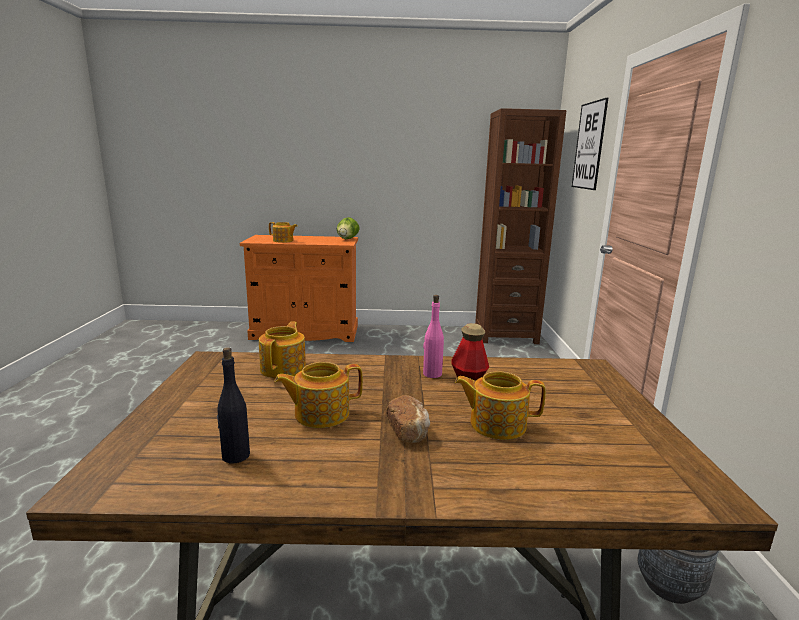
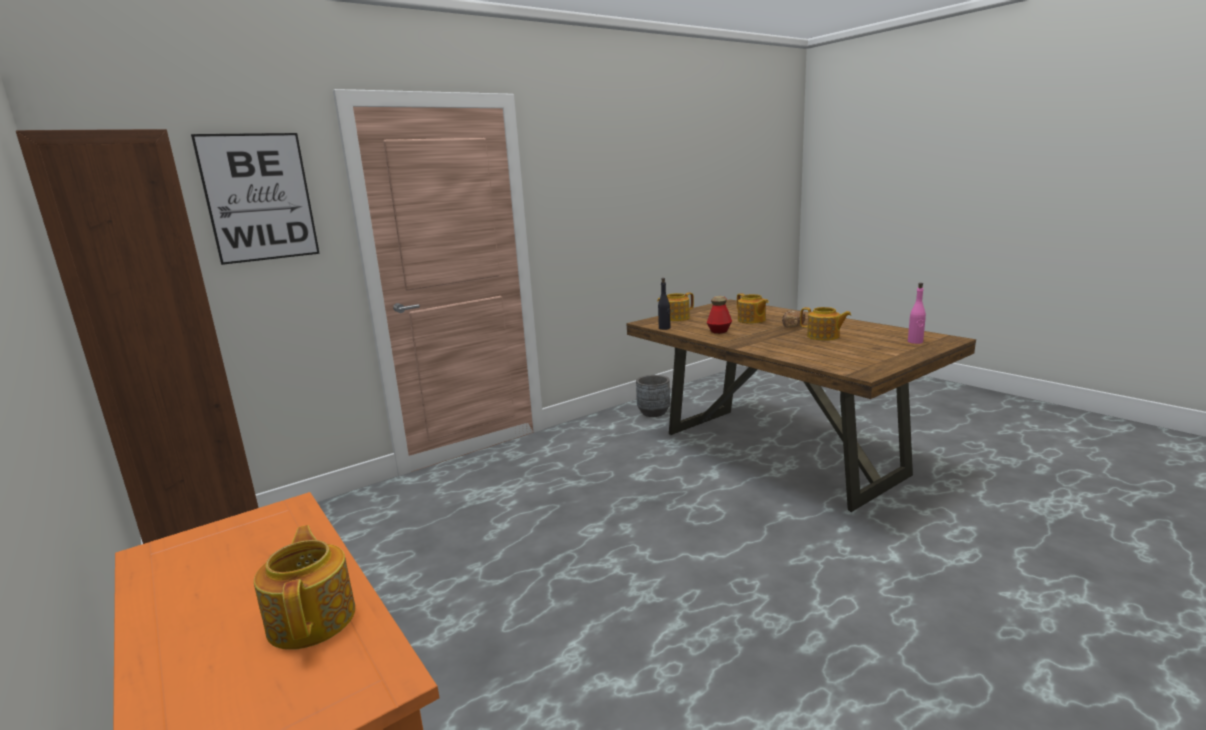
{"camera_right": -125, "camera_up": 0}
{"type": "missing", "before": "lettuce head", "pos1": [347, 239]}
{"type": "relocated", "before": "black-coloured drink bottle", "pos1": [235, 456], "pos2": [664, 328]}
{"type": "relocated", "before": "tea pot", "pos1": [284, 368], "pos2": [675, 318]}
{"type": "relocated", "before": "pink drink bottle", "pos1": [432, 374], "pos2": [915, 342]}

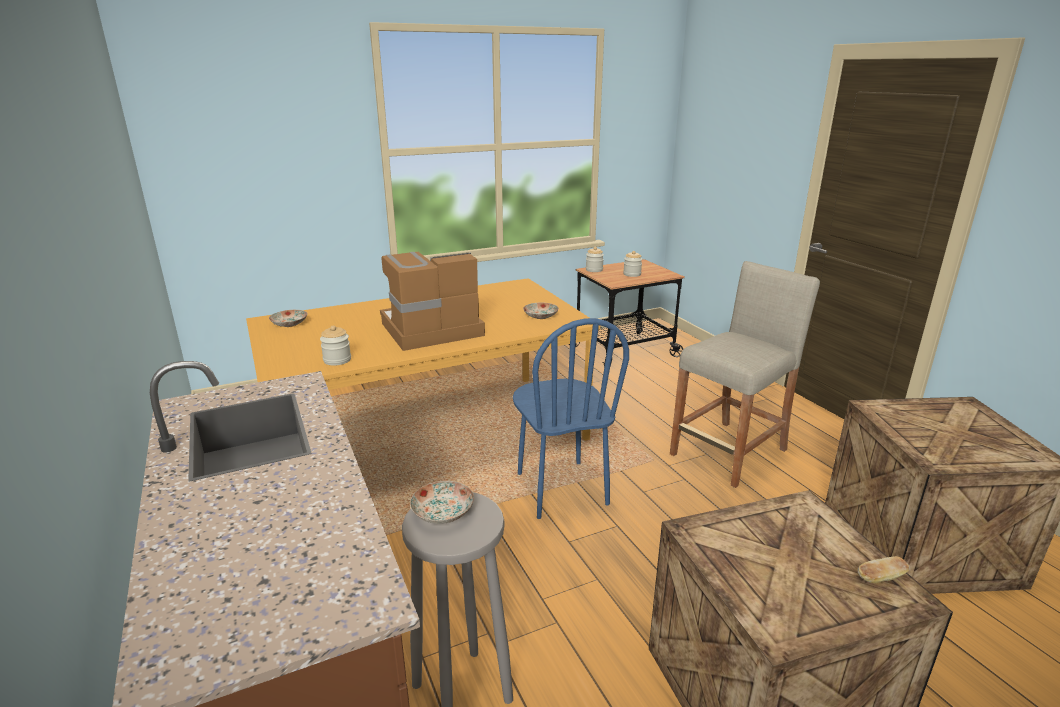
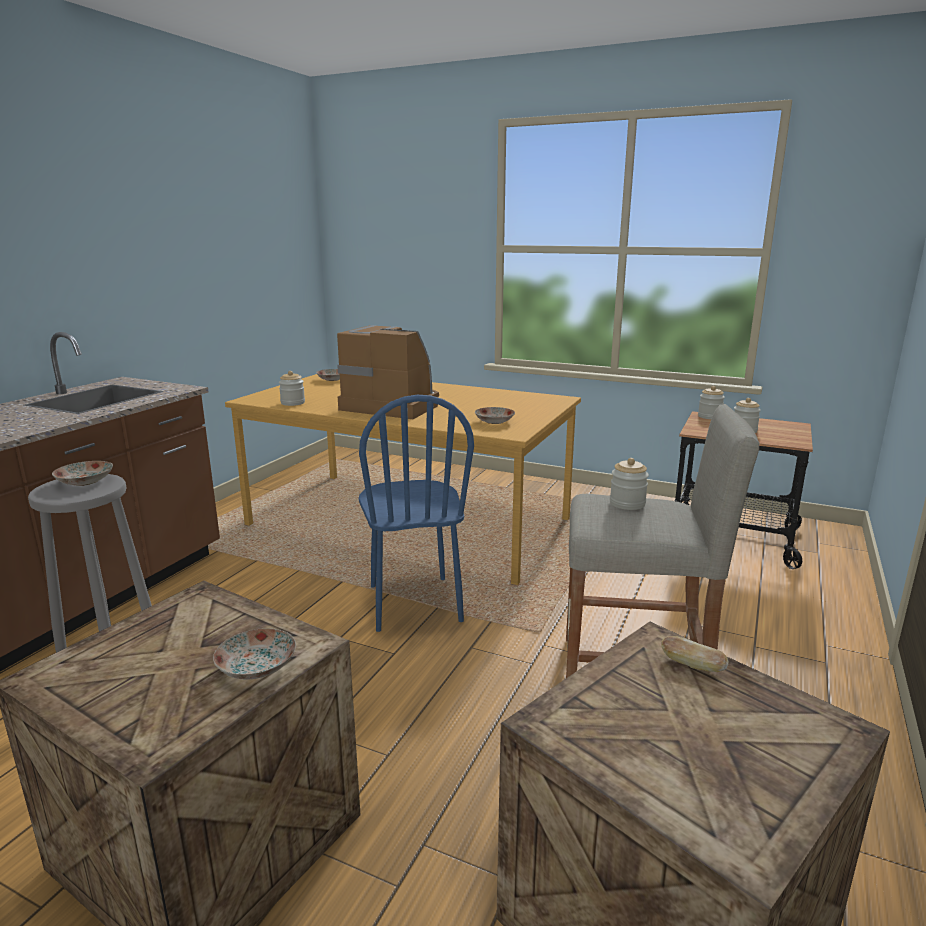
{"camera_right": 50, "camera_up": -5}
{"type": "appeared", "after": "dinner plate", "pos2": [256, 667]}
{"type": "appeared", "after": "preserve jar", "pos2": [627, 503]}
{"type": "relocated", "before": "bread", "pos1": [880, 578], "pos2": [692, 665]}
{"type": "spun", "before": "blue plain chair", "pos1": [561, 489], "pos2": [414, 604], "turn": -45}

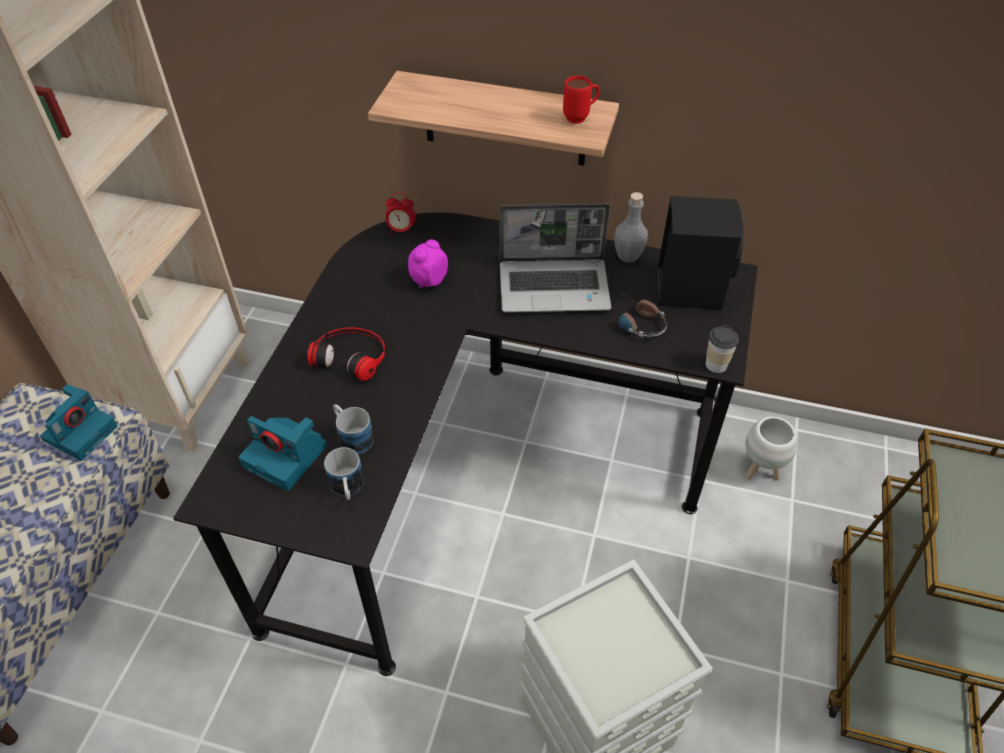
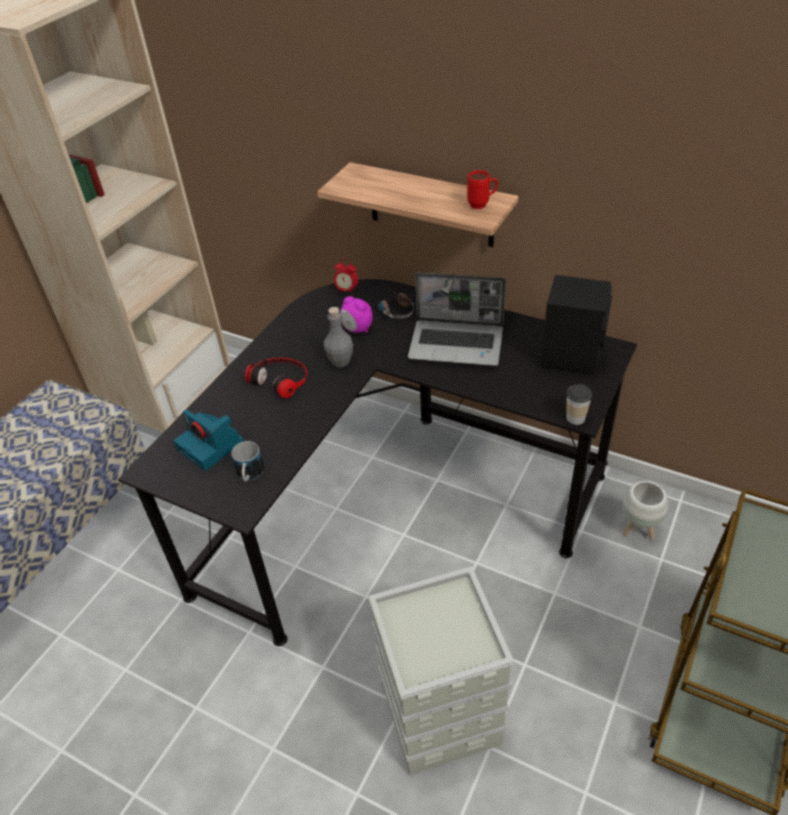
{"camera_right": 15, "camera_up": -5}
{"type": "missing", "before": "still camera", "pos1": [81, 431]}
{"type": "missing", "before": "coffee mug", "pos1": [352, 436]}
{"type": "relocated", "before": "grey drink bottle", "pos1": [628, 255], "pos2": [340, 361]}
{"type": "relocated", "before": "headset", "pos1": [636, 322], "pos2": [394, 309]}
{"type": "spun", "before": "alarm clock", "pos1": [428, 280], "pos2": [357, 329], "turn": -105}

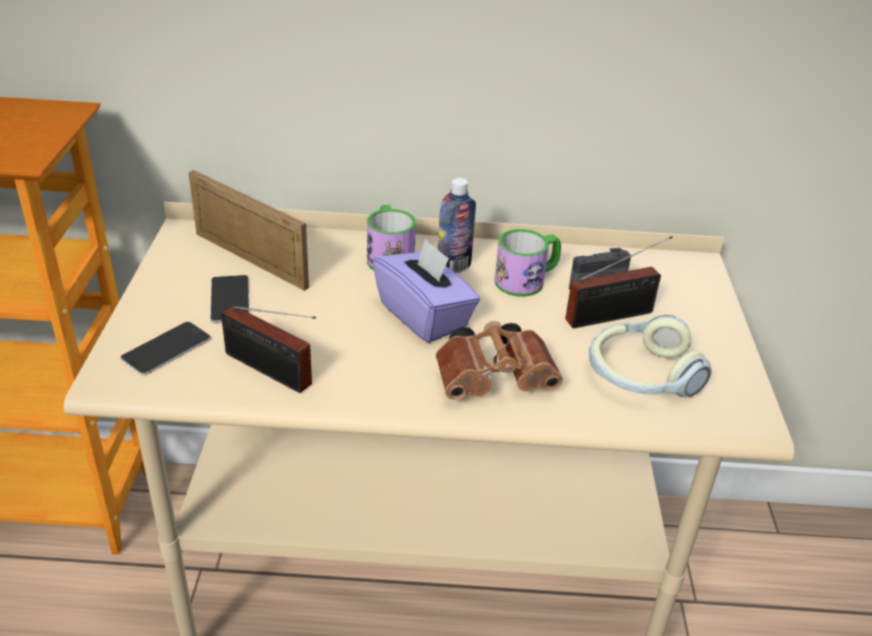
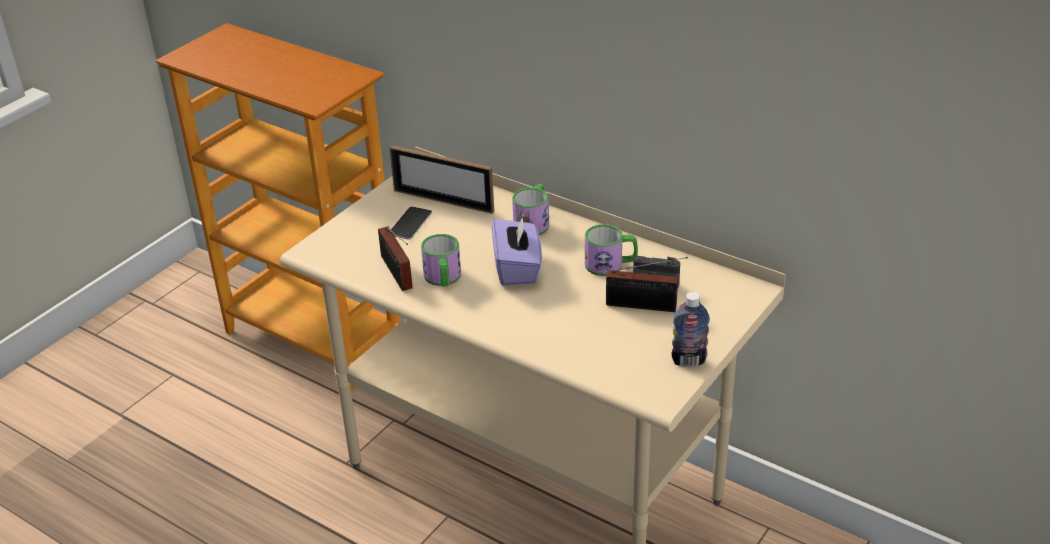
{"camera_right": 35, "camera_up": 0}
{"type": "missing", "before": "phone", "pos1": [166, 348]}
{"type": "missing", "before": "brown binoculars", "pos1": [497, 380]}
{"type": "missing", "before": "headset", "pos1": [641, 375]}
{"type": "appeared", "after": "coffee mug", "pos2": [443, 279]}
{"type": "relocated", "before": "drink bottle", "pos1": [453, 267], "pos2": [688, 361]}
{"type": "spun", "before": "standing frame", "pos1": [250, 260], "pos2": [443, 201], "turn": 135}

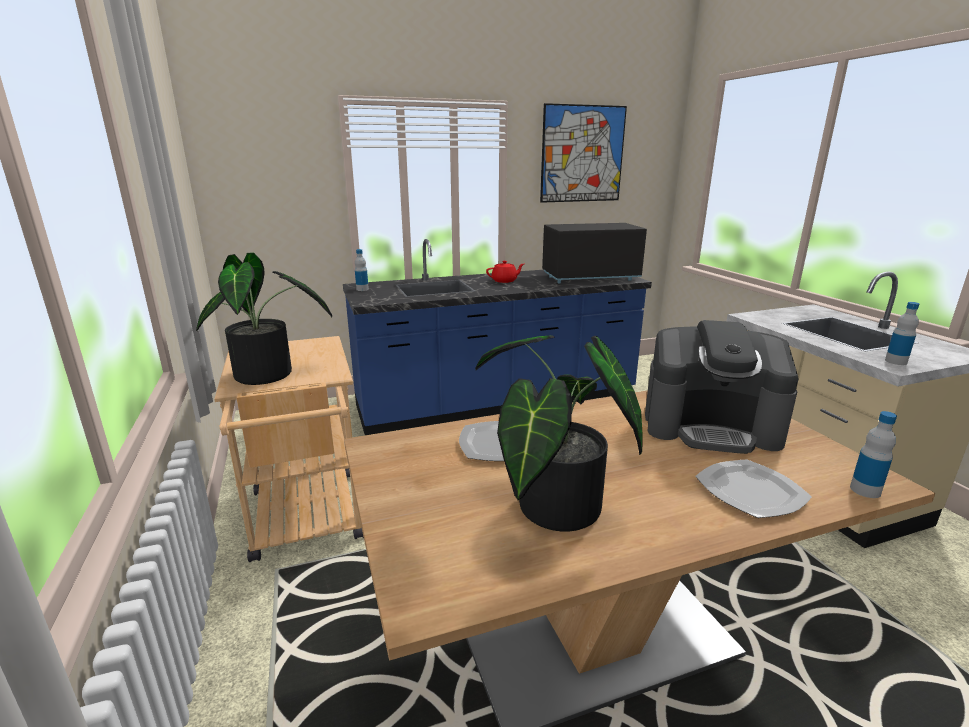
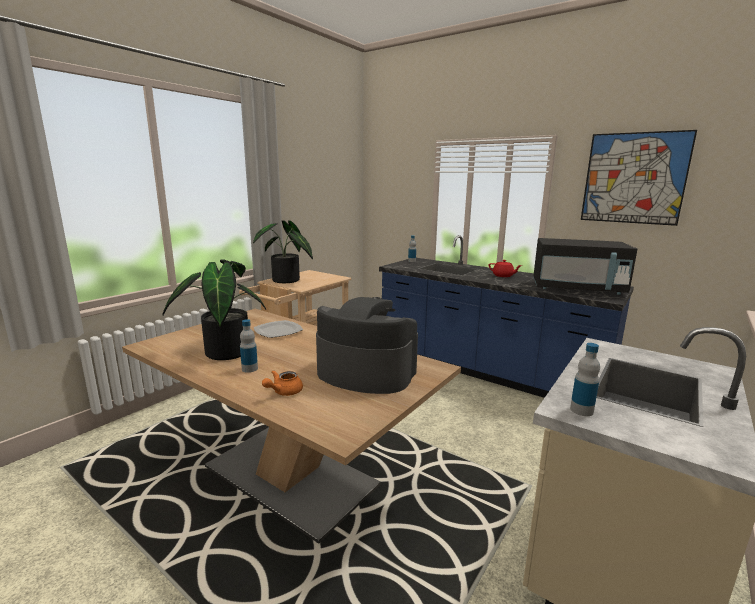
{"camera_right": 55, "camera_up": -5}
{"type": "relocated", "before": "drink bottle", "pos1": [865, 490], "pos2": [249, 369]}
{"type": "exchanged", "before": "dinner plate", "after": "orange-coloured tea pot", "pos1": [752, 491], "pos2": [283, 392]}
{"type": "spun", "before": "black-coloured microwave oven", "pos1": [589, 277], "pos2": [577, 289], "turn": 150}
{"type": "spun", "before": "coffee brewer", "pos1": [710, 426], "pos2": [365, 373], "turn": 135}

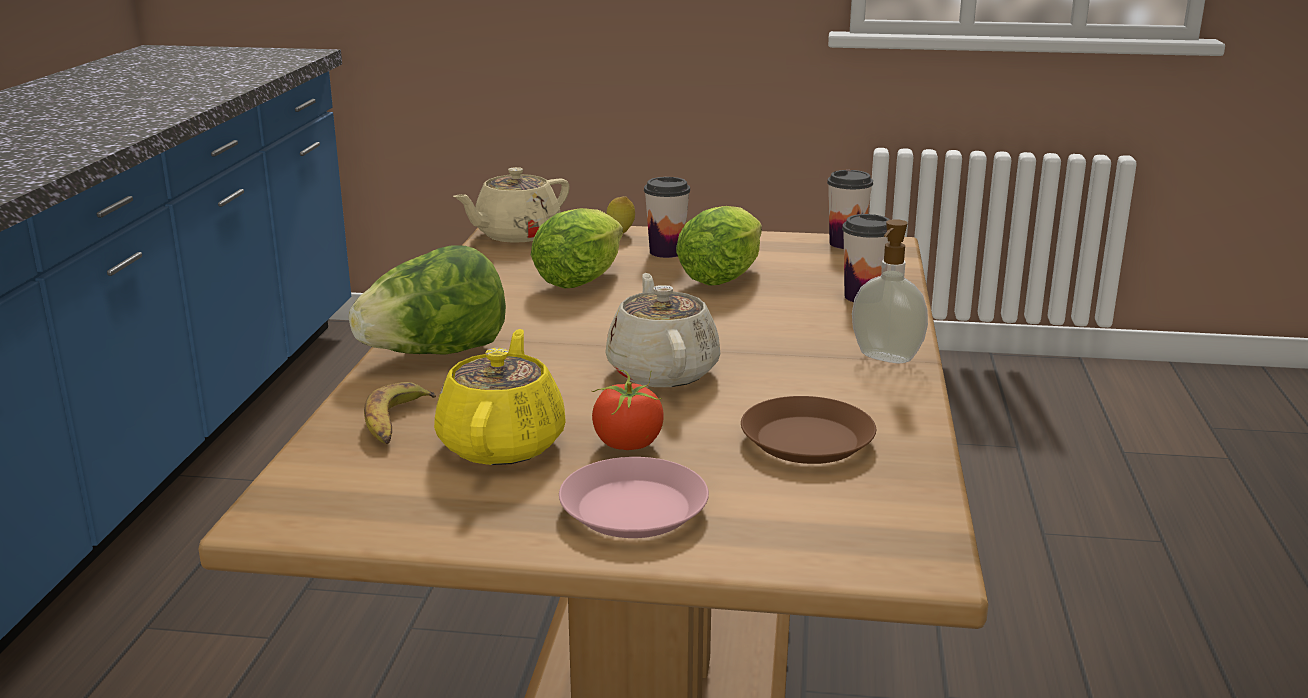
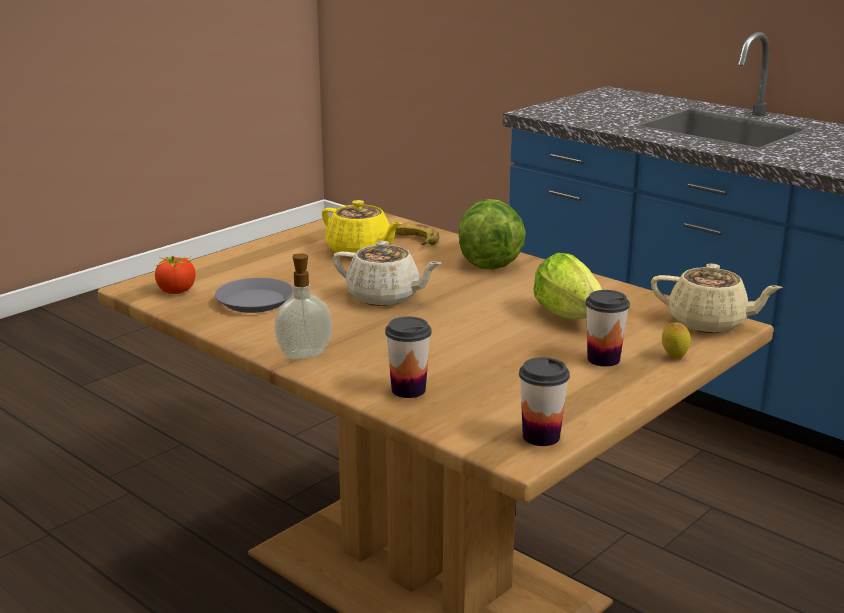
{"camera_right": 125, "camera_up": 0}
{"type": "missing", "before": "pink dinner plate", "pos1": [634, 509]}
{"type": "missing", "before": "lettuce head", "pos1": [725, 276]}
{"type": "relocated", "before": "fresh tomato", "pos1": [628, 444], "pos2": [177, 291]}
{"type": "colour", "before": "brown dinner plate", "after": "grey dinner plate", "pos1": [807, 440], "pos2": [255, 301]}
{"type": "spun", "before": "beige tea pot", "pos1": [516, 235], "pos2": [709, 323], "turn": 120}

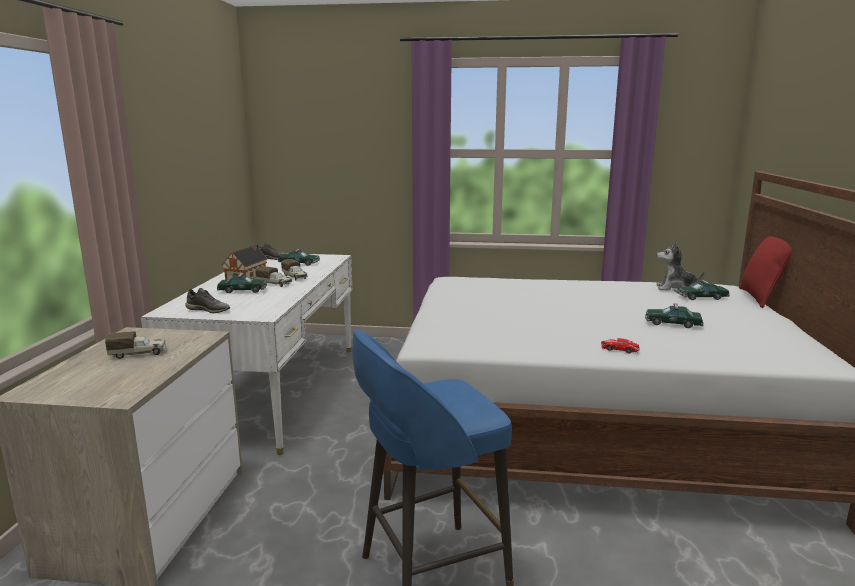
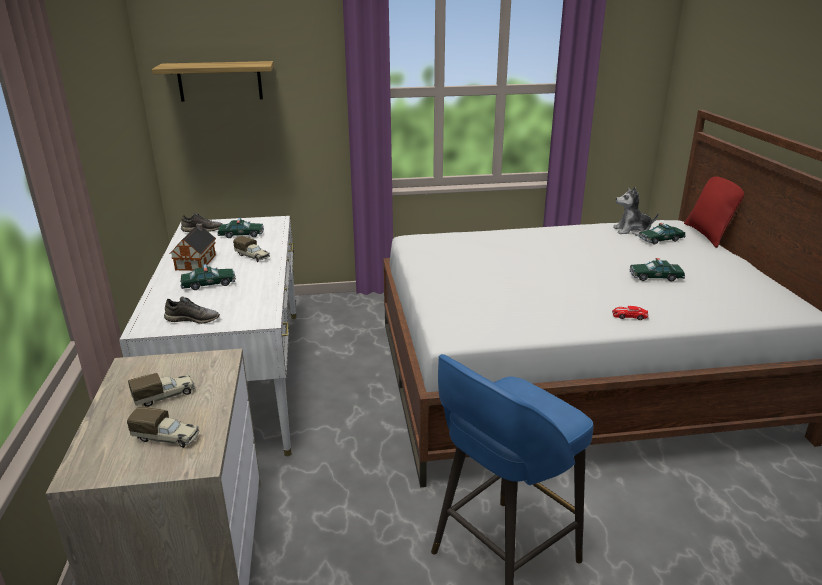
{"camera_right": -15, "camera_up": 10}
{"type": "appeared", "after": "shelf", "pos2": [220, 81]}
{"type": "relocated", "before": "model truck", "pos1": [275, 284], "pos2": [167, 438]}

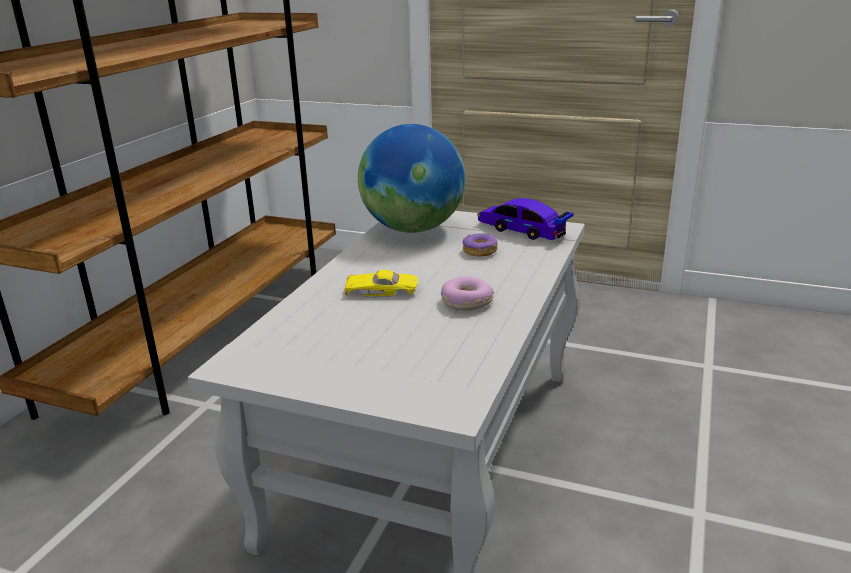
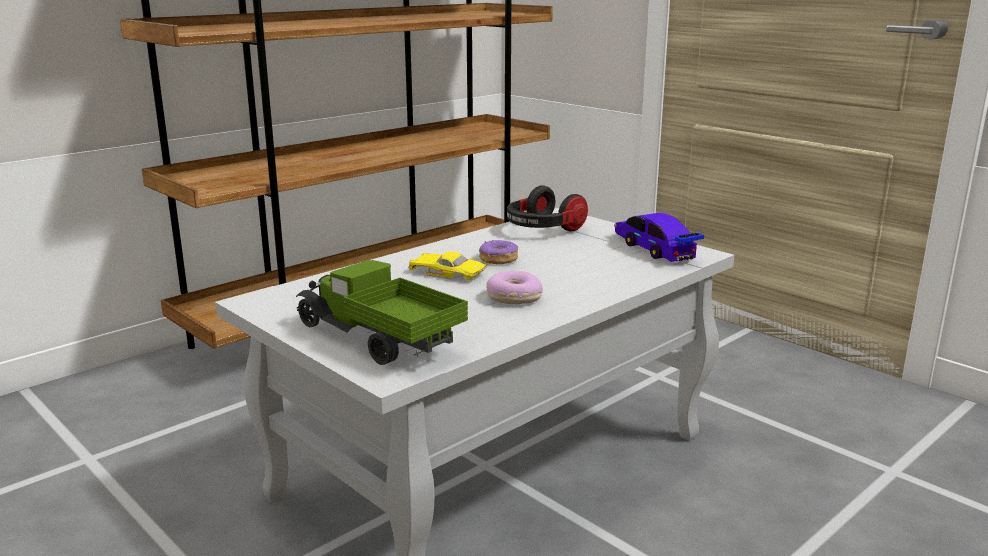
{"camera_right": 25, "camera_up": -5}
{"type": "appeared", "after": "model truck", "pos2": [377, 339]}
{"type": "relocated", "before": "donut", "pos1": [479, 251], "pos2": [498, 259]}
{"type": "exchanged", "before": "desk globe", "after": "headset", "pos1": [412, 229], "pos2": [542, 229]}

